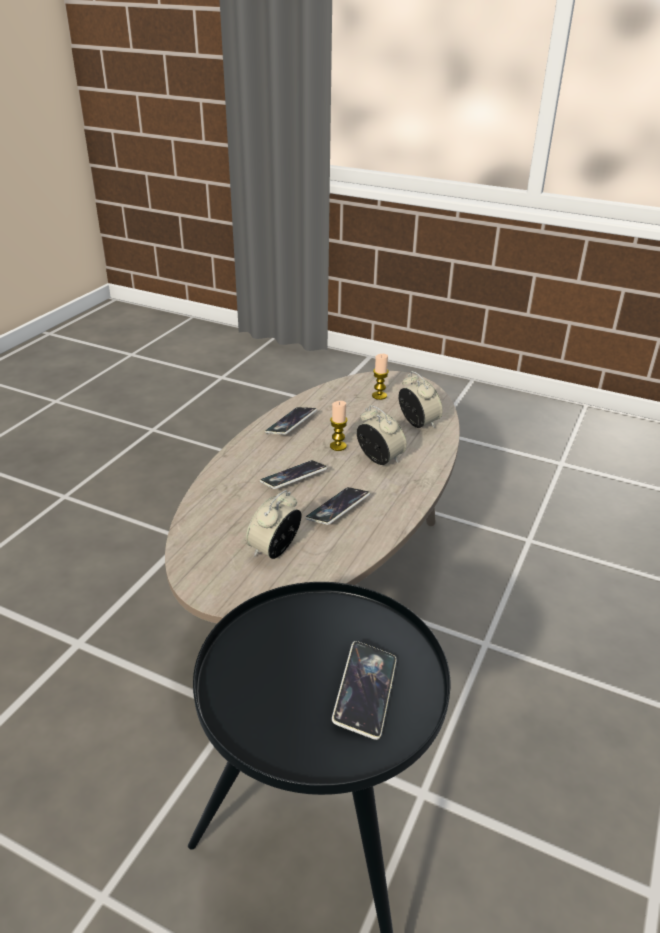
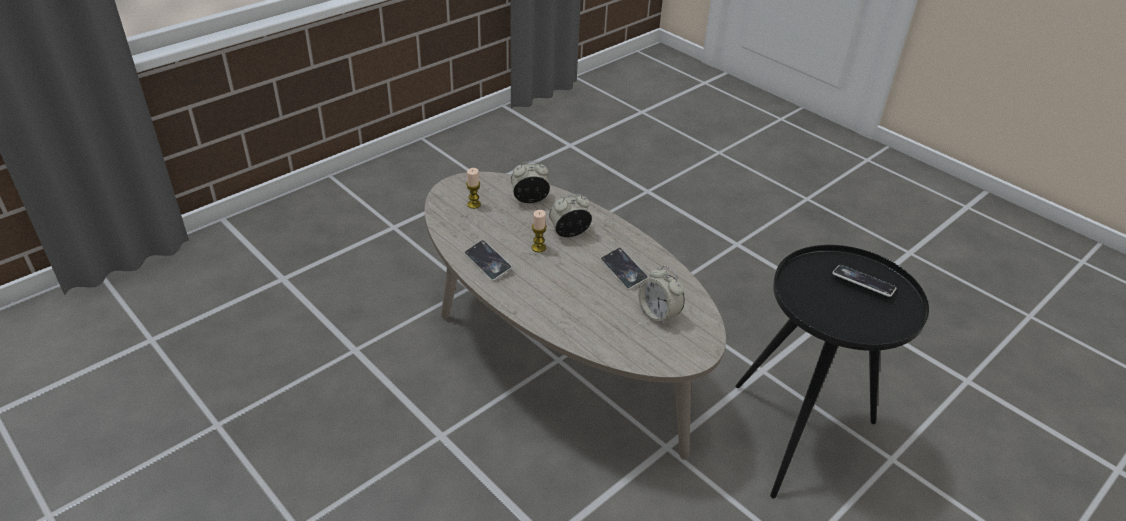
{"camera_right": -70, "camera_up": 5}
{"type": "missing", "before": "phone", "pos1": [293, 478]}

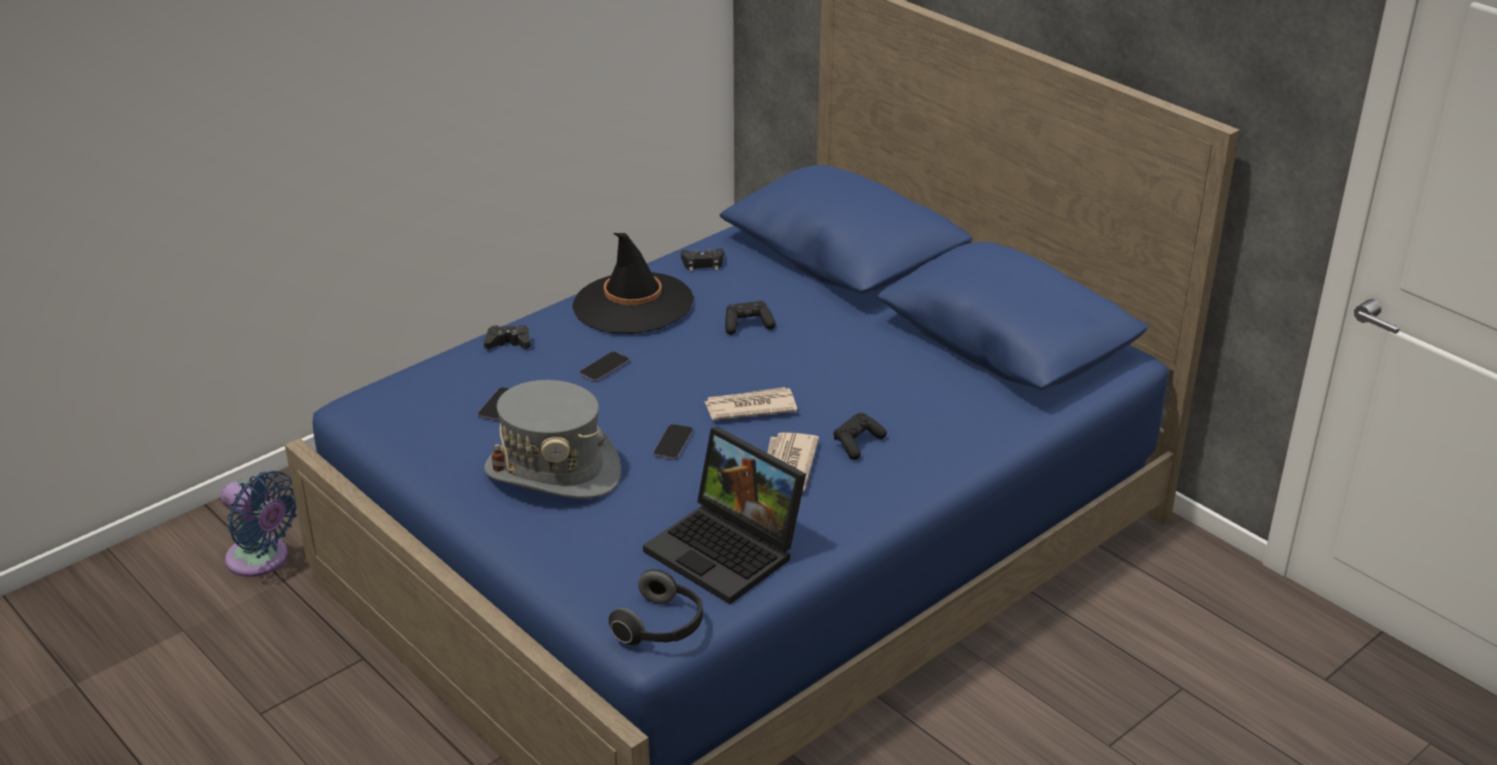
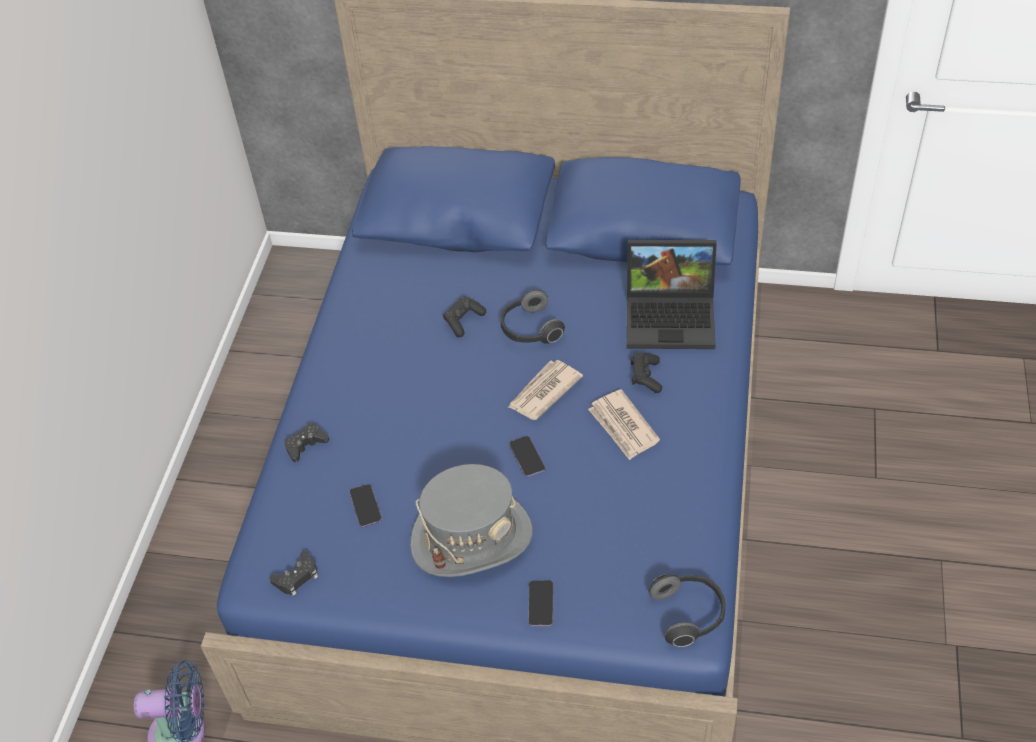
{"camera_right": -35, "camera_up": 15}
{"type": "missing", "before": "black-coloured wearable hat", "pos1": [632, 304]}
{"type": "appeared", "after": "headset", "pos2": [530, 330]}
{"type": "relocated", "before": "phone", "pos1": [604, 368], "pos2": [541, 604]}
{"type": "relocated", "before": "portable computer", "pos1": [729, 550], "pos2": [672, 316]}
{"type": "relocated", "before": "black-coloured gamepad", "pos1": [703, 263], "pos2": [297, 577]}

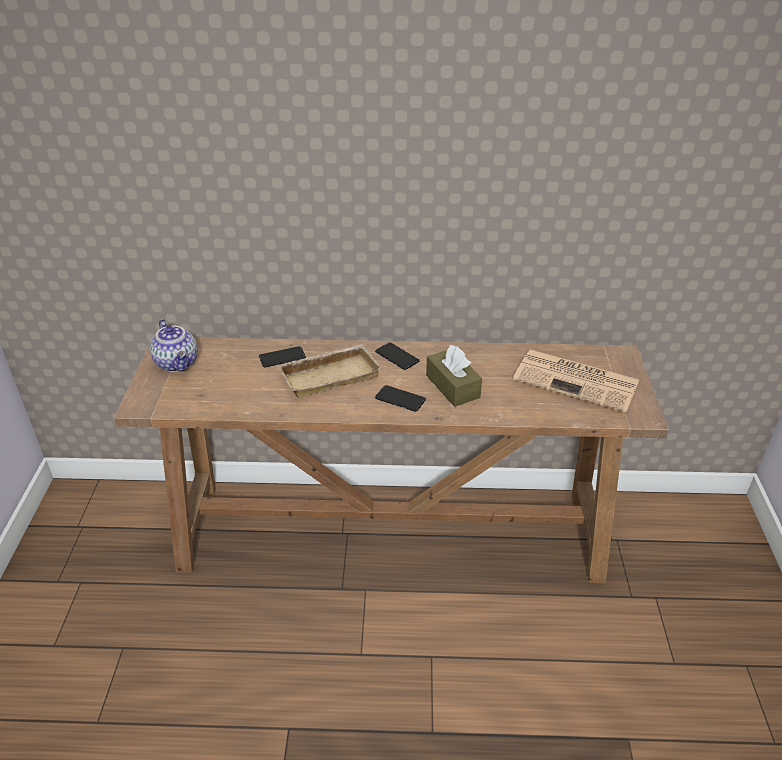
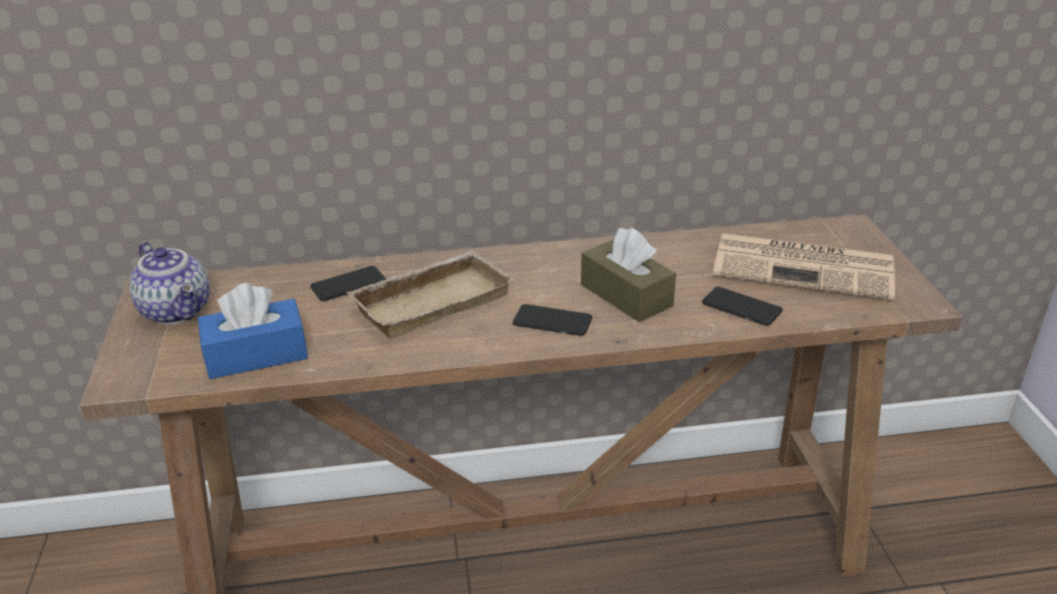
{"camera_right": -10, "camera_up": -5}
{"type": "appeared", "after": "blue tissue holder", "pos2": [256, 355]}
{"type": "relocated", "before": "phone", "pos1": [397, 357], "pos2": [741, 307]}

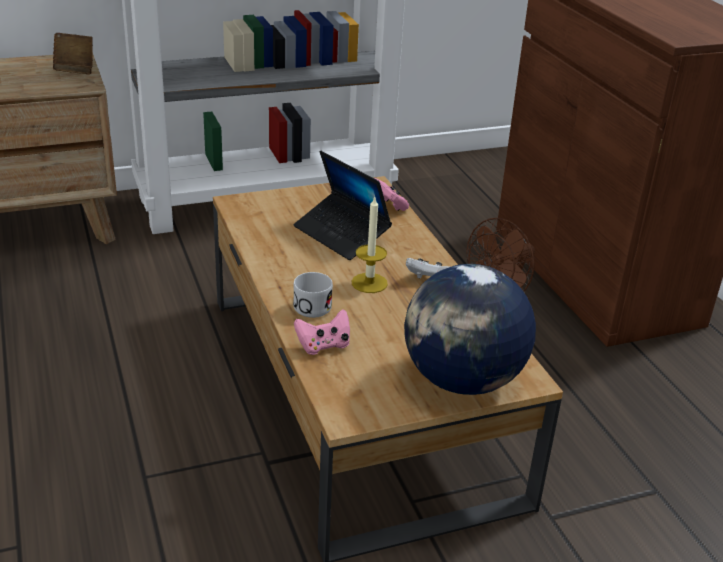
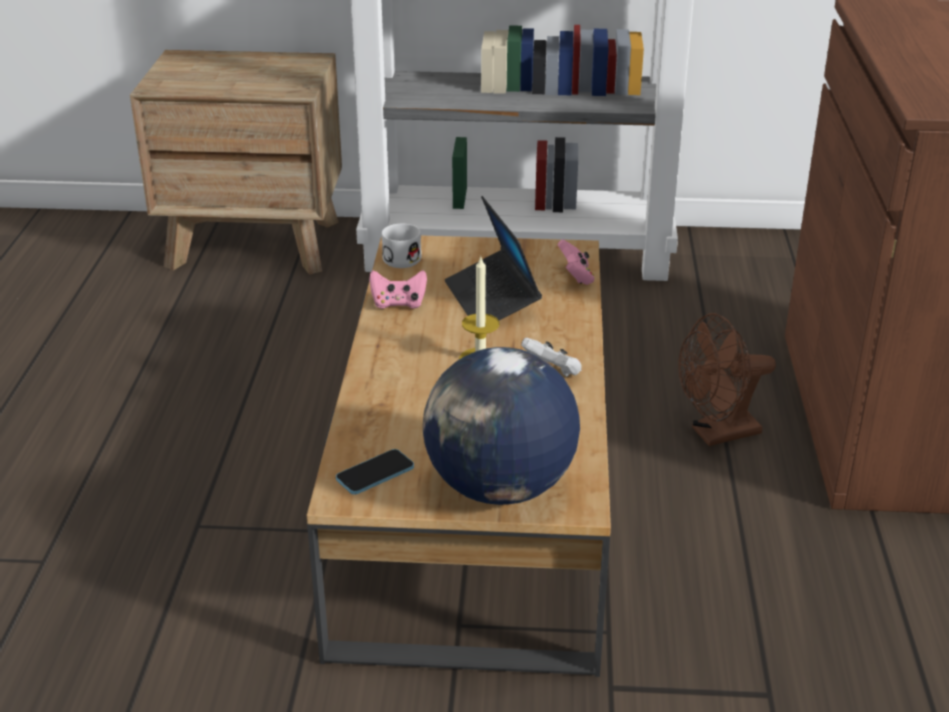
{"camera_right": 25, "camera_up": 0}
{"type": "missing", "before": "brown bound book", "pos1": [75, 67]}
{"type": "appeared", "after": "phone", "pos2": [375, 474]}
{"type": "relocated", "before": "white coffee mug", "pos1": [312, 304], "pos2": [404, 257]}
{"type": "relocated", "before": "pink gamepad", "pos1": [323, 346], "pos2": [398, 303]}

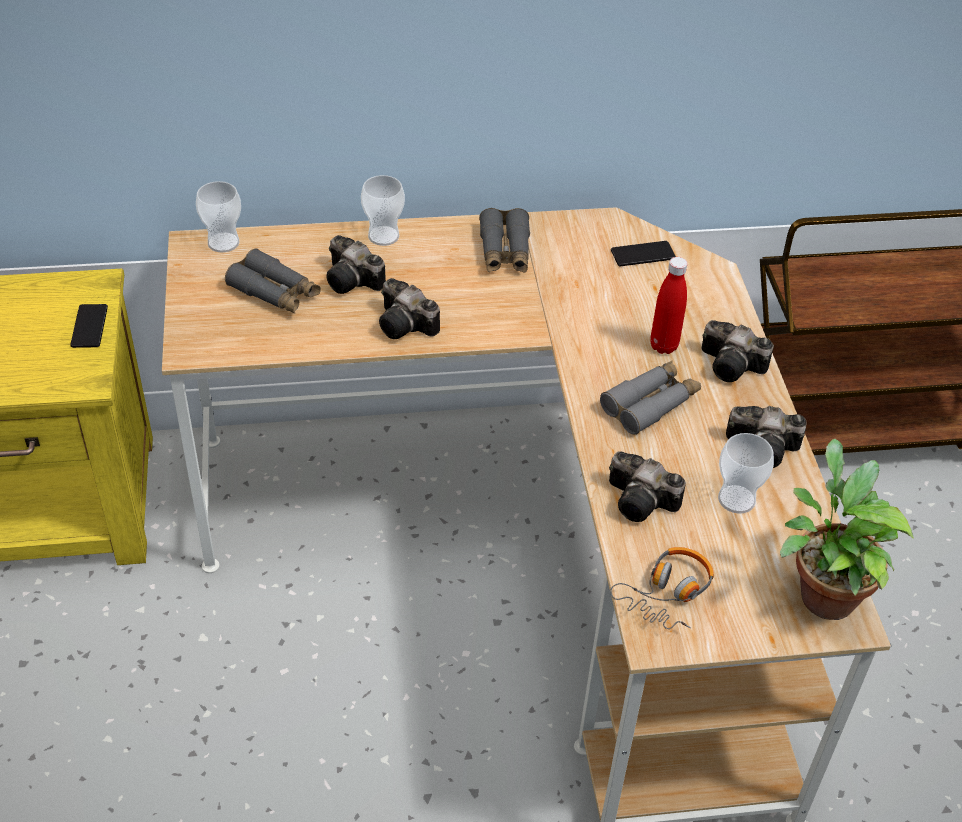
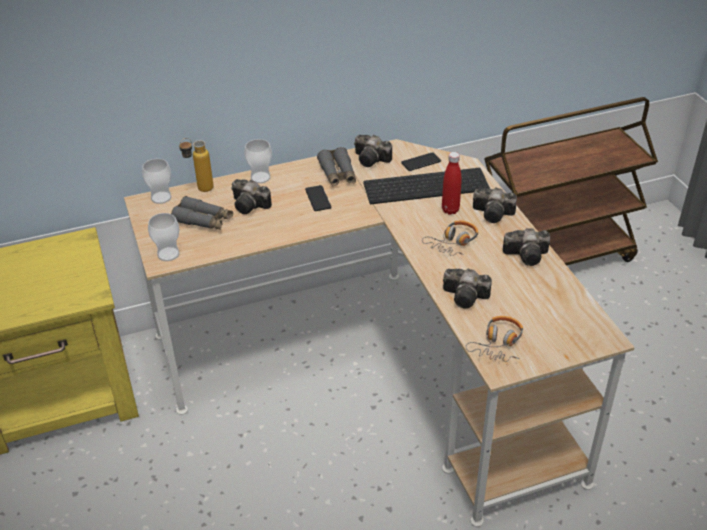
{"camera_right": -10, "camera_up": -5}
{"type": "missing", "before": "potted plant", "pos1": [822, 592]}
{"type": "appeared", "after": "drink bottle", "pos2": [200, 190]}
{"type": "appeared", "after": "PC keyboard", "pos2": [426, 185]}
{"type": "relocated", "before": "phone", "pos1": [89, 326], "pos2": [318, 199]}
{"type": "relocated", "before": "still camera", "pos1": [407, 326], "pos2": [373, 160]}
{"type": "relocated", "before": "cup", "pos1": [736, 499], "pos2": [168, 254]}
{"type": "exchanged", "before": "grey binoculars", "after": "headset", "pos1": [650, 404], "pos2": [453, 243]}

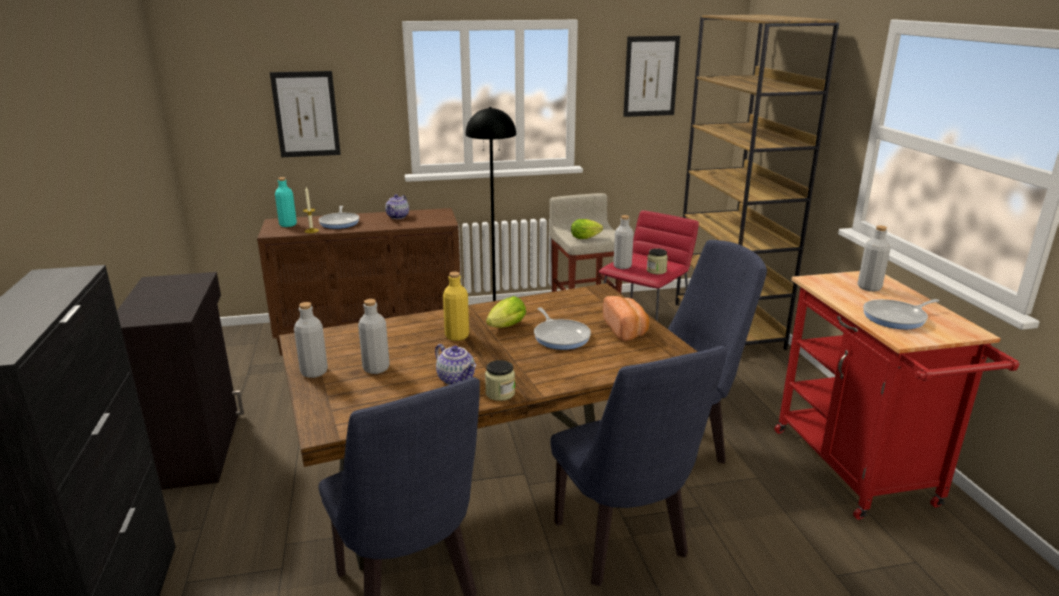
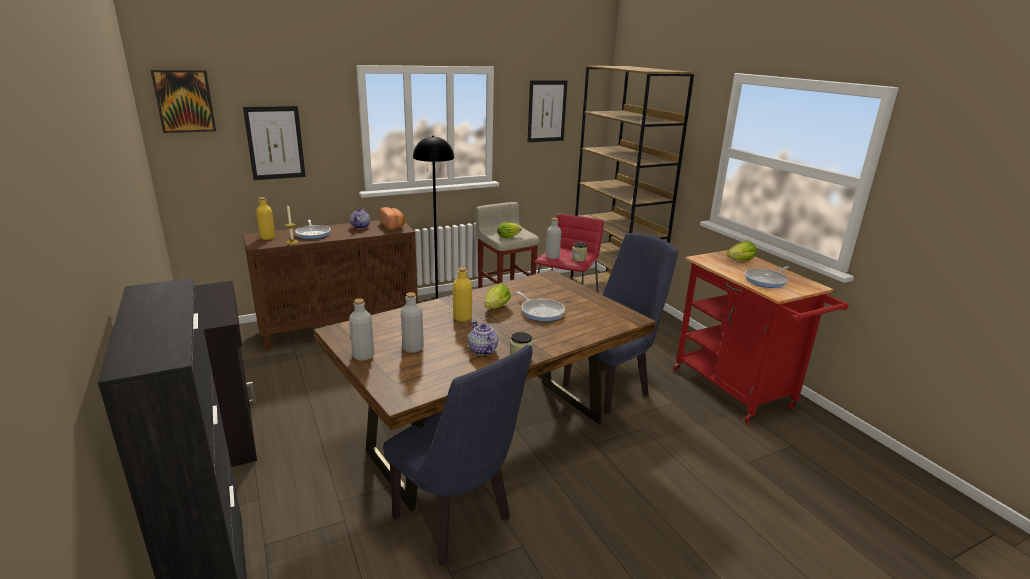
{"camera_right": -15, "camera_up": 0}
{"type": "missing", "before": "blue plain chair", "pos1": [624, 546]}
{"type": "appeared", "after": "wall picture", "pos2": [184, 101]}
{"type": "relocated", "before": "bread", "pos1": [626, 330], "pos2": [393, 226]}
{"type": "exchanged", "before": "grey drink bottle", "after": "lettuce head", "pos1": [869, 287], "pos2": [738, 261]}
{"type": "colour", "before": "turquoise-coloured drink bottle", "after": "yellow drink bottle", "pos1": [288, 225], "pos2": [267, 237]}
{"type": "spun", "before": "tea pot", "pos1": [457, 379], "pos2": [482, 350], "turn": -150}

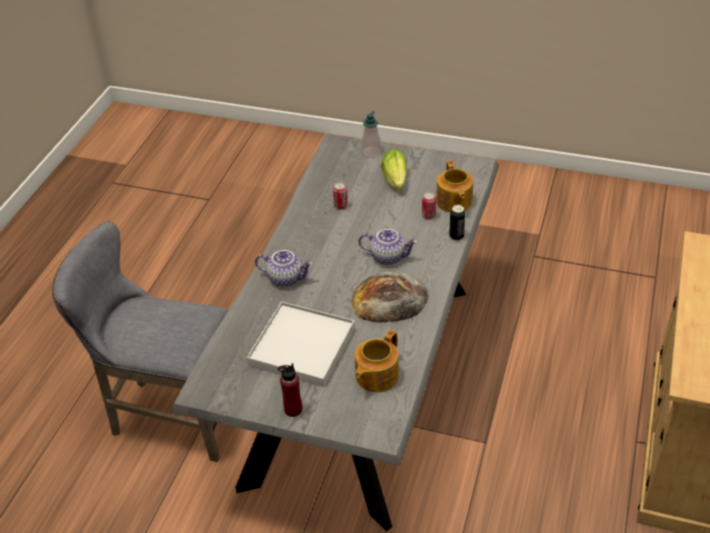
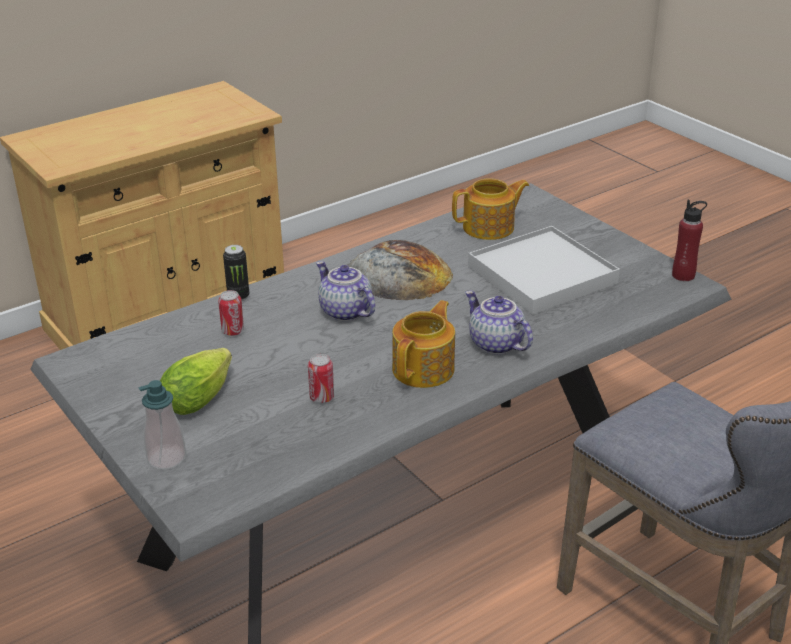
{"camera_right": -145, "camera_up": -10}
{"type": "relocated", "before": "reddish drink bottle", "pos1": [293, 409], "pos2": [683, 275]}
{"type": "relocated", "before": "tea pot", "pos1": [454, 202], "pos2": [425, 369]}

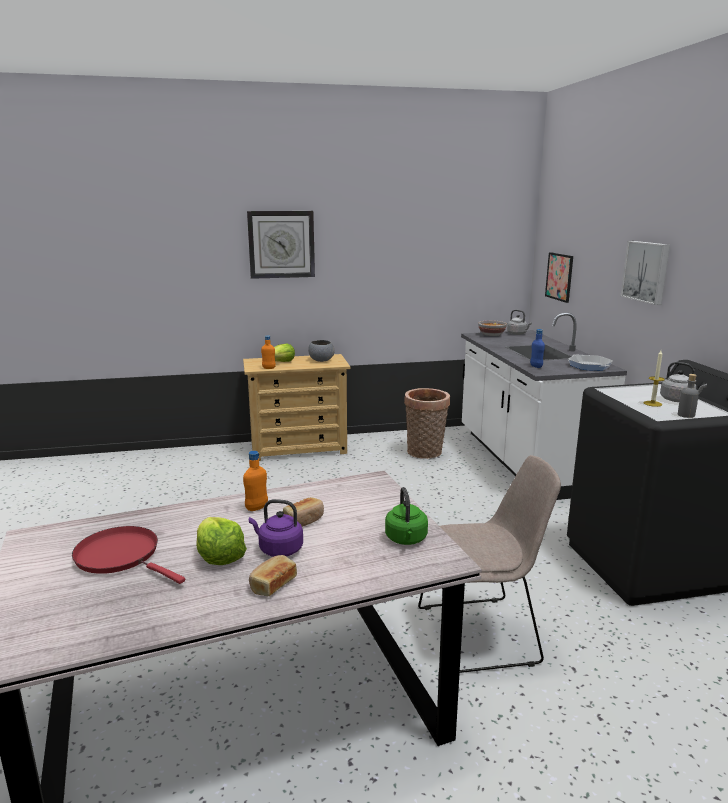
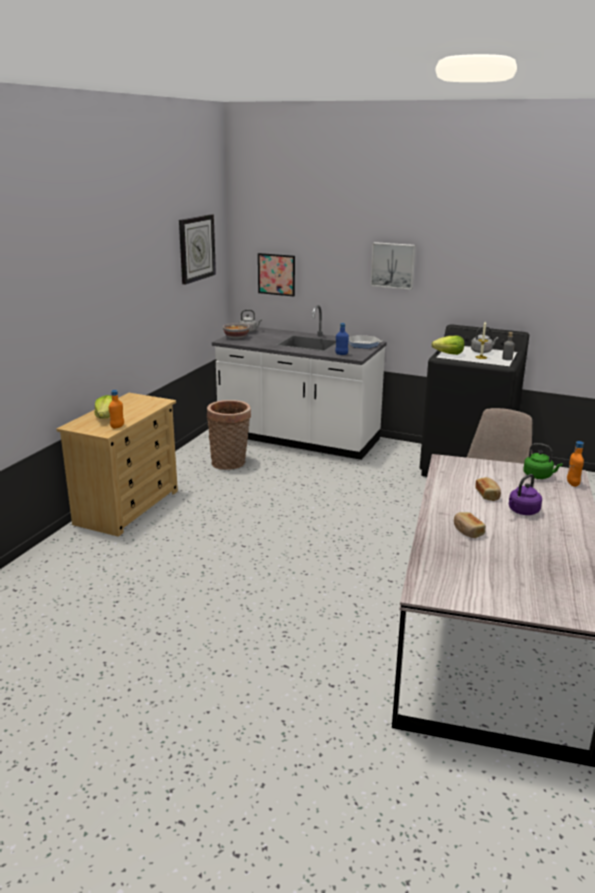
{"camera_right": -55, "camera_up": 5}
{"type": "missing", "before": "reddish pan", "pos1": [121, 556]}
{"type": "missing", "before": "grey serving bowl", "pos1": [321, 360]}
{"type": "relocated", "before": "lettuce head", "pos1": [219, 556], "pos2": [449, 354]}
{"type": "relocated", "before": "orange-coloured drink bottle", "pos1": [257, 508], "pos2": [572, 483]}
{"type": "relocated", "before": "wall clock", "pos1": [281, 244], "pos2": [196, 248]}
{"type": "relocated", "before": "bread", "pos1": [272, 584], "pos2": [467, 531]}

